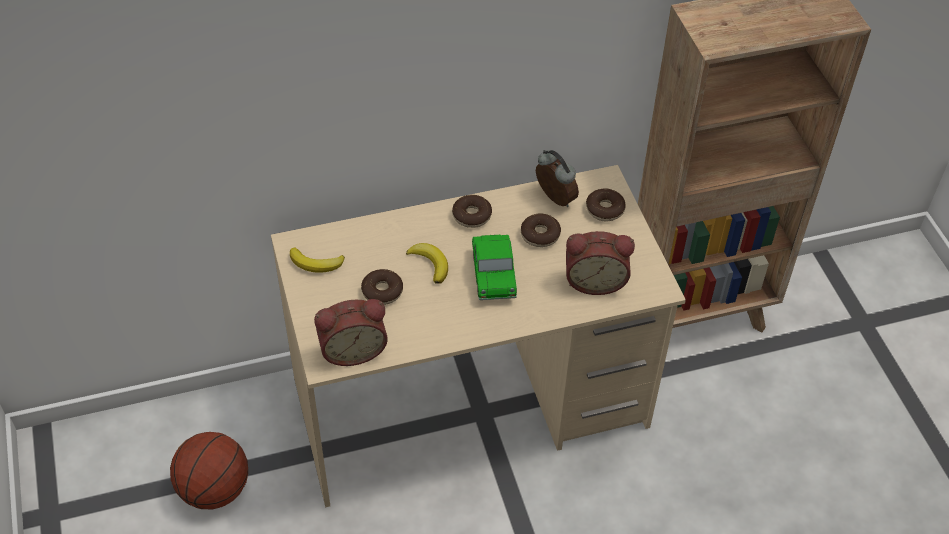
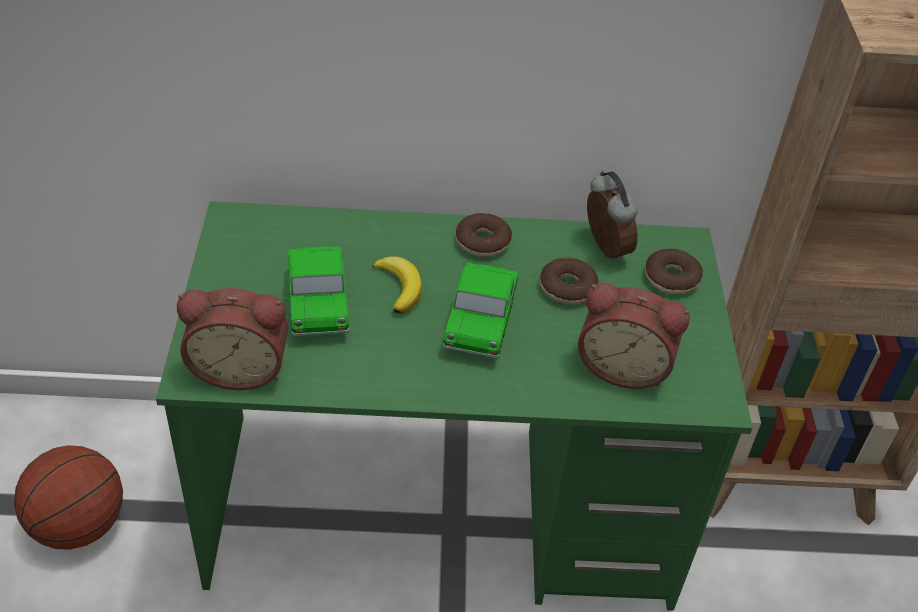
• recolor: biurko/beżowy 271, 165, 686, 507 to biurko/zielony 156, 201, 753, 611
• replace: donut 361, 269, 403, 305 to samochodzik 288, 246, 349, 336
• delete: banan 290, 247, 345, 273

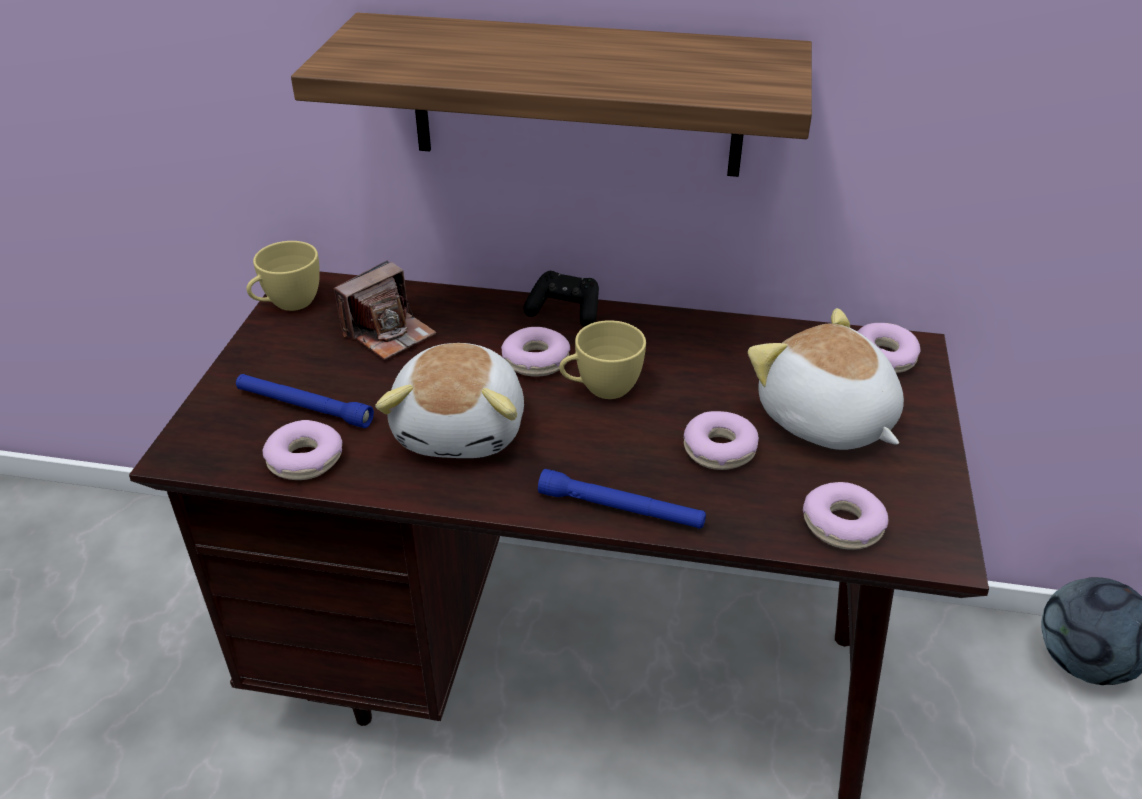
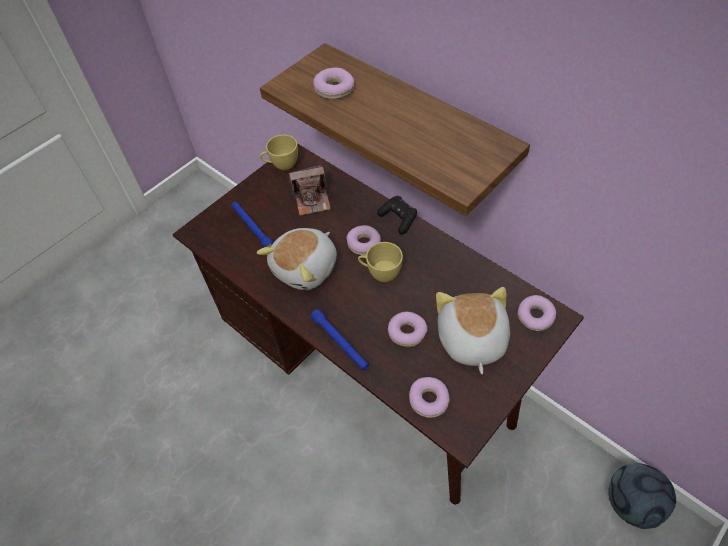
• move: donut 263, 420, 342, 480 to 313, 68, 355, 100

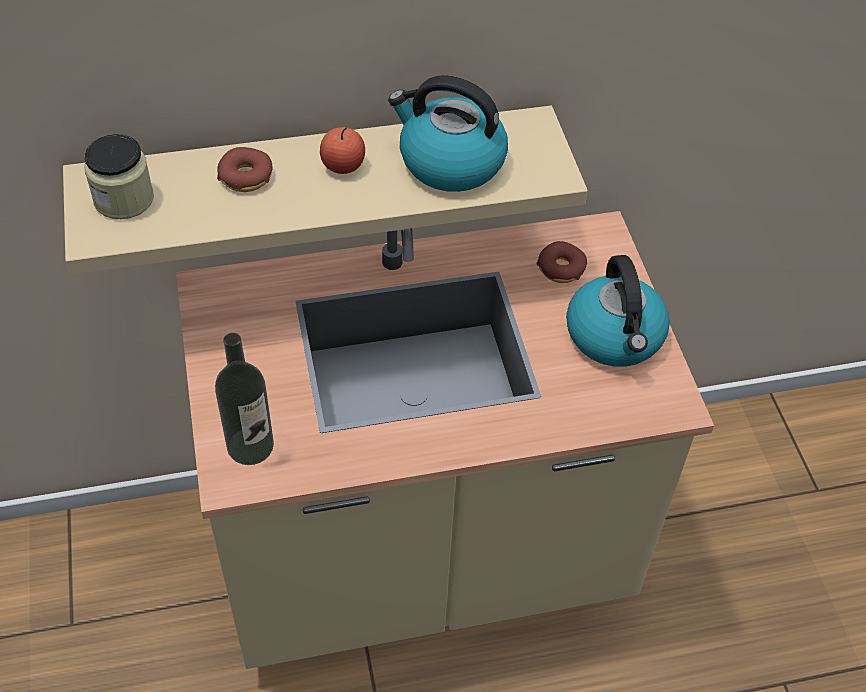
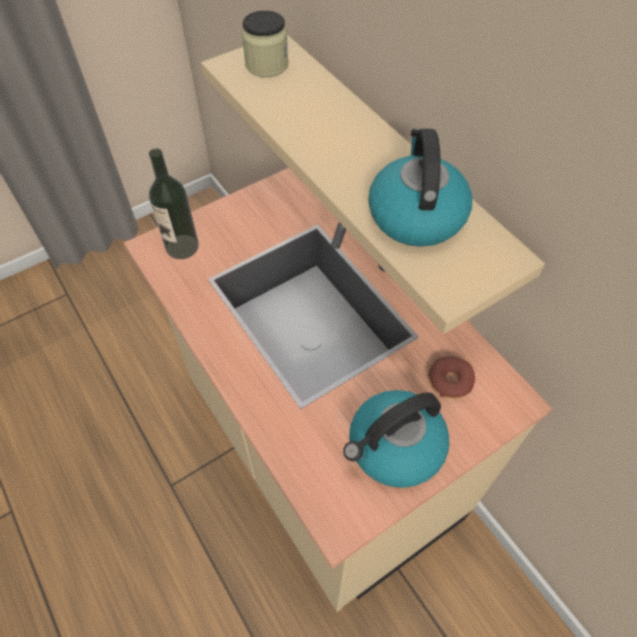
• delete: donut 217, 147, 273, 192
• delete: jabłko 320, 127, 365, 174

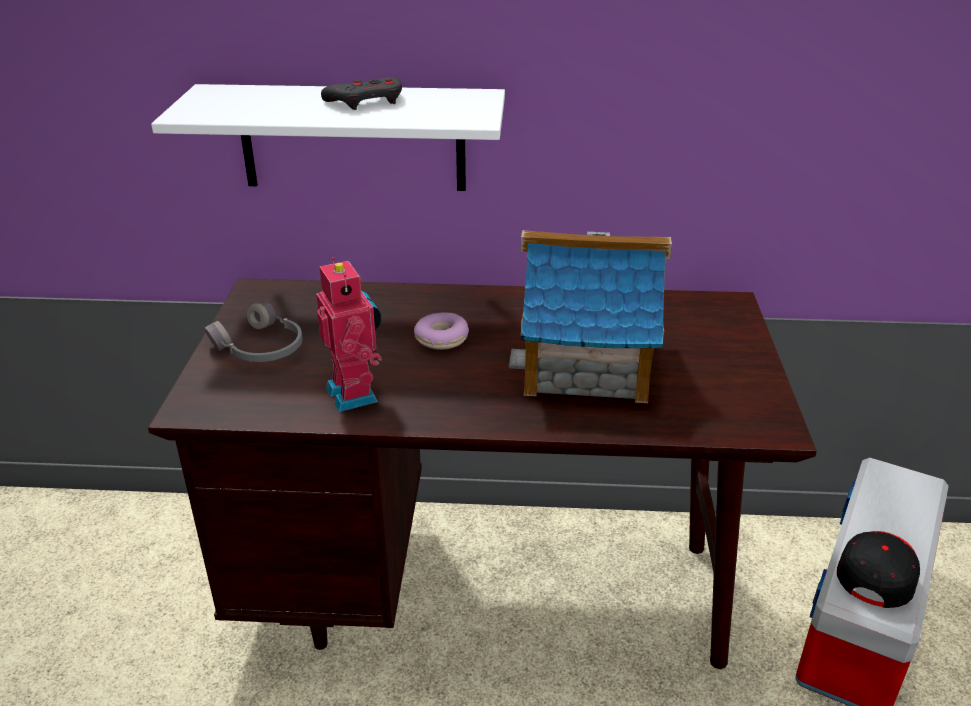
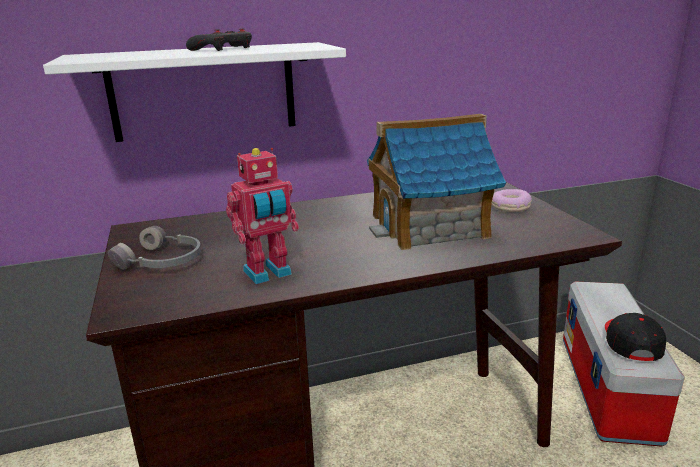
• rotate: robot zabawkowy 316, 257, 381, 412 = 226, 148, 299, 284 105 degrees clockwise
• move: donut 414, 312, 469, 350 to 491, 189, 532, 212

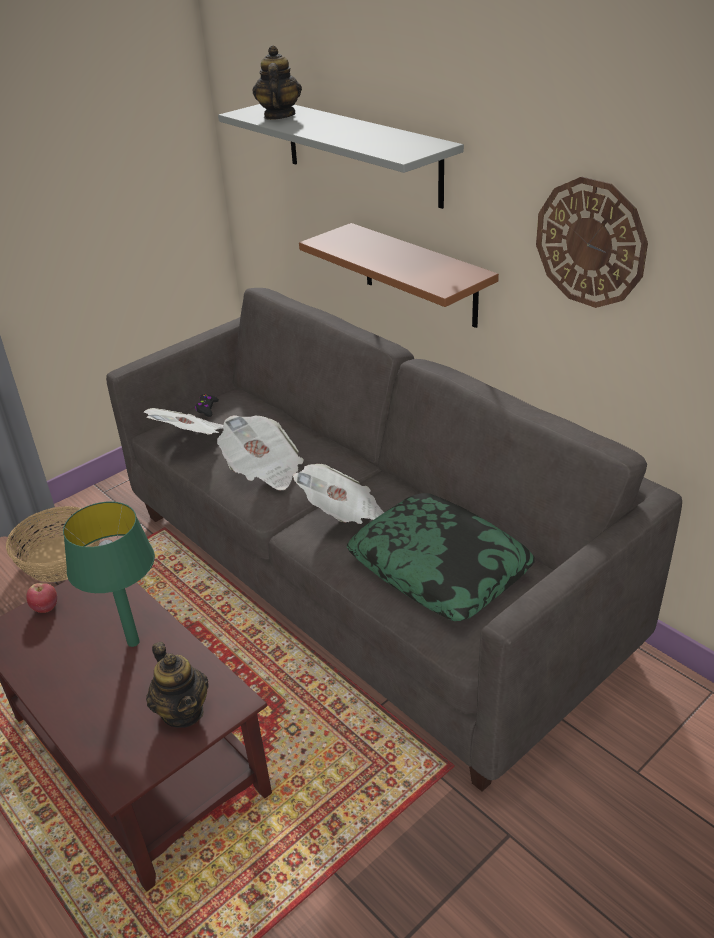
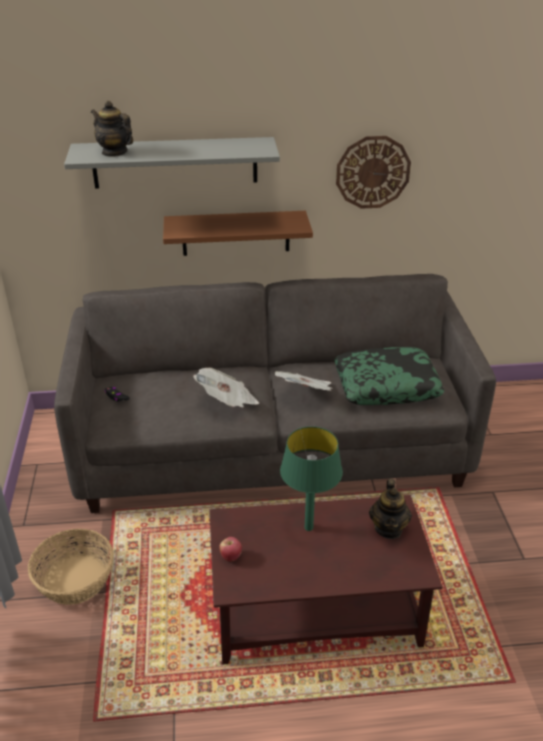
• rotate: imbryk 146, 642, 209, 728 = 369, 479, 412, 539 90 degrees clockwise
• delete: gazeta 144, 408, 223, 435

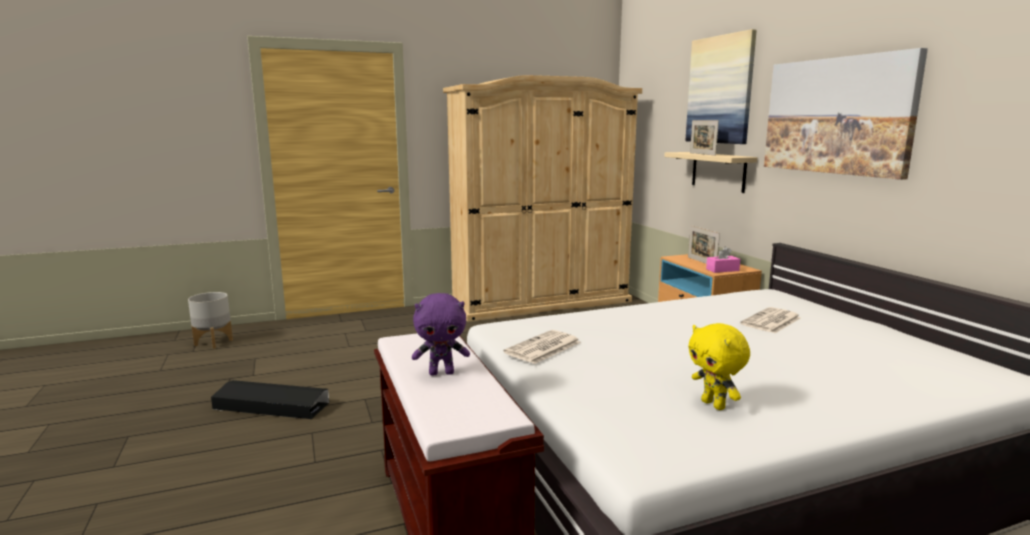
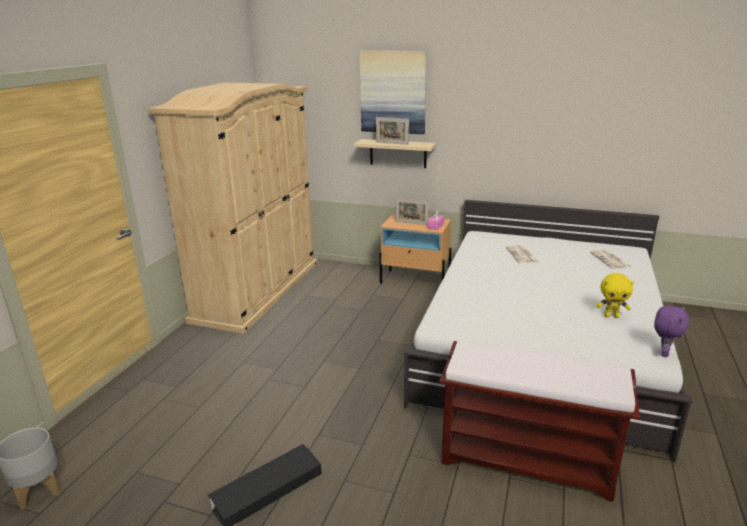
• move: gazeta 503, 330, 581, 364 to 590, 250, 632, 269
• move: pluszak/fioletowy 412, 293, 470, 376 to 654, 305, 689, 357
• delete: obraz 764, 48, 928, 180

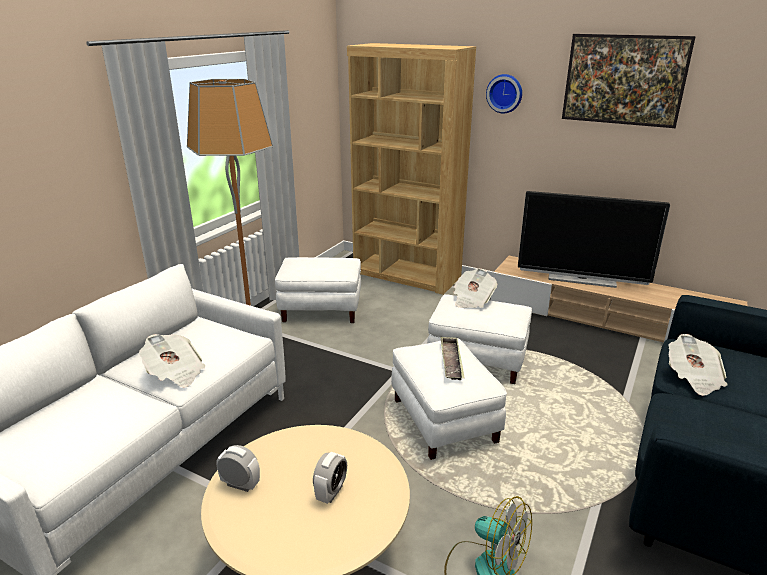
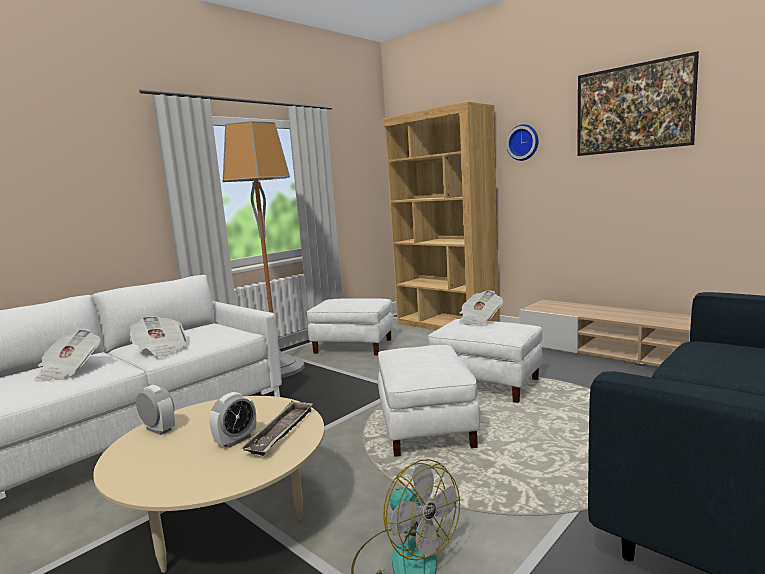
• move: gazeta 668, 334, 727, 396 to 35, 329, 100, 382
• move: taca 440, 337, 464, 380 to 241, 401, 313, 456
• delete: telewizor 518, 191, 670, 288

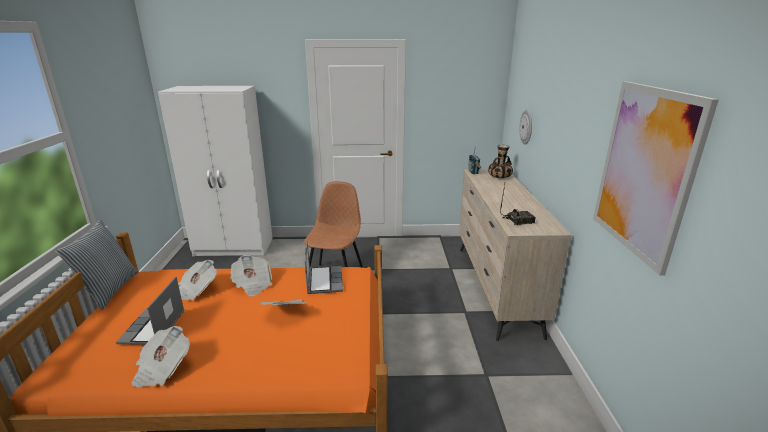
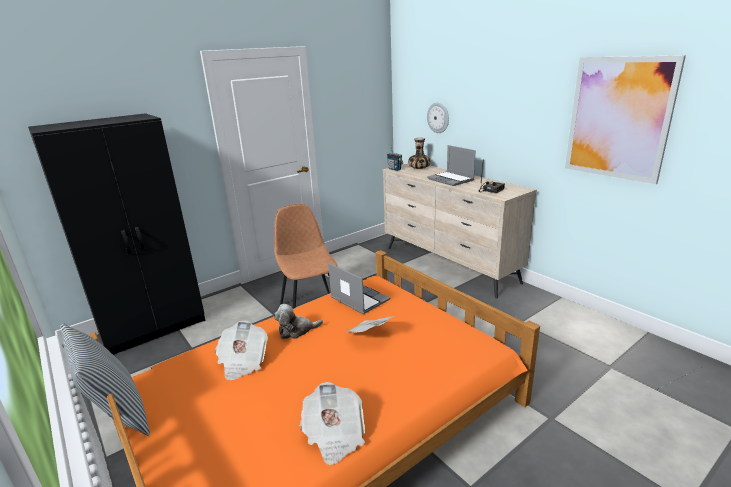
• recolor: szafa/biały 158, 86, 273, 256 to szafa/czarny 28, 113, 206, 355
• replace: gazeta 230, 255, 272, 297 to pluszak 274, 304, 323, 339
• move: laptop 116, 277, 184, 345 to 427, 145, 476, 186

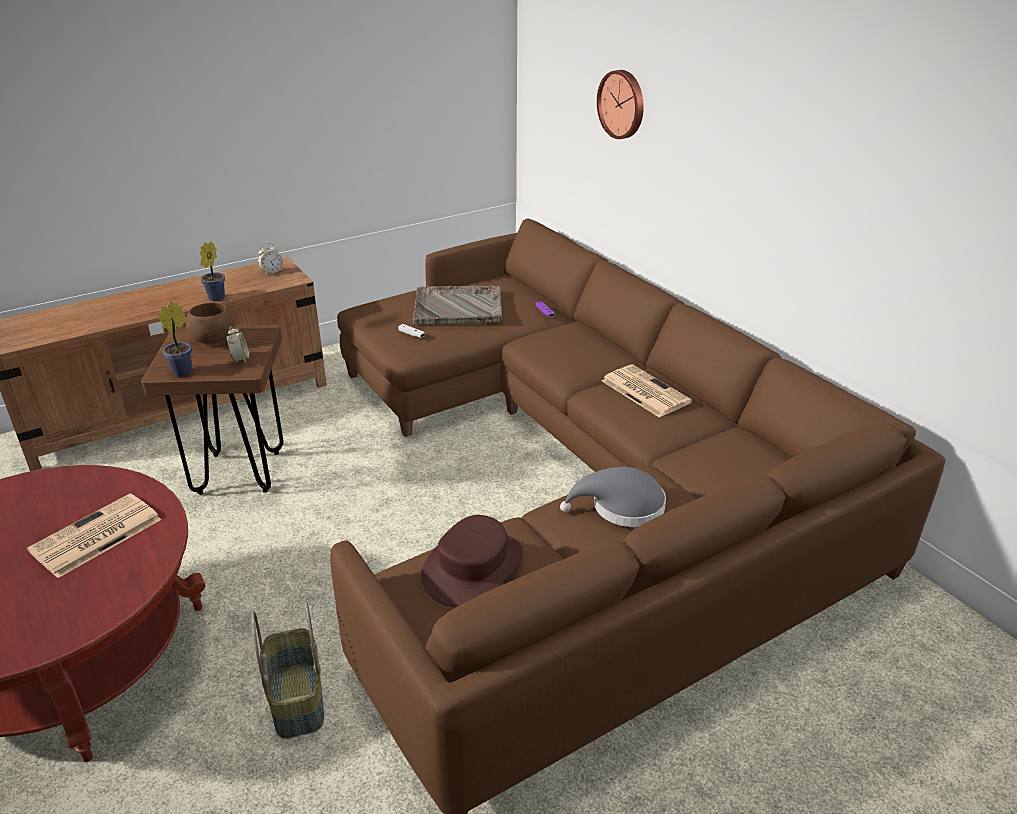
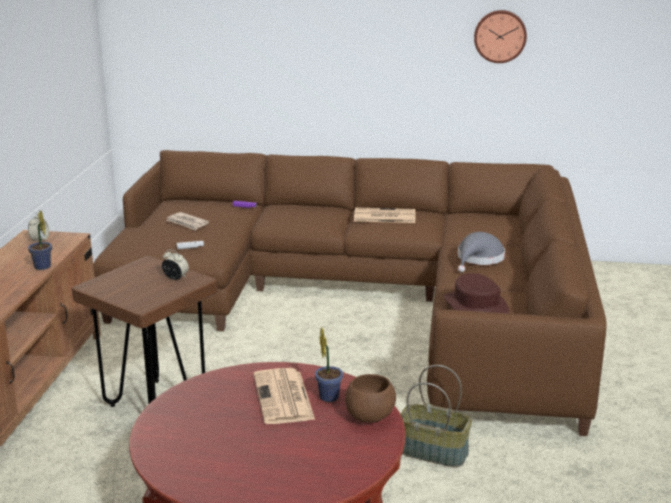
• replace: taca/szary 412, 286, 502, 324 to gazeta 166, 212, 209, 231
• move: roślina doniczkowa 158, 301, 192, 377 to 315, 327, 343, 402
• move: miska/brązowy 186, 302, 234, 344 to 345, 374, 396, 423
• move: zegar ścienny 597, 70, 644, 139 to 474, 10, 527, 63

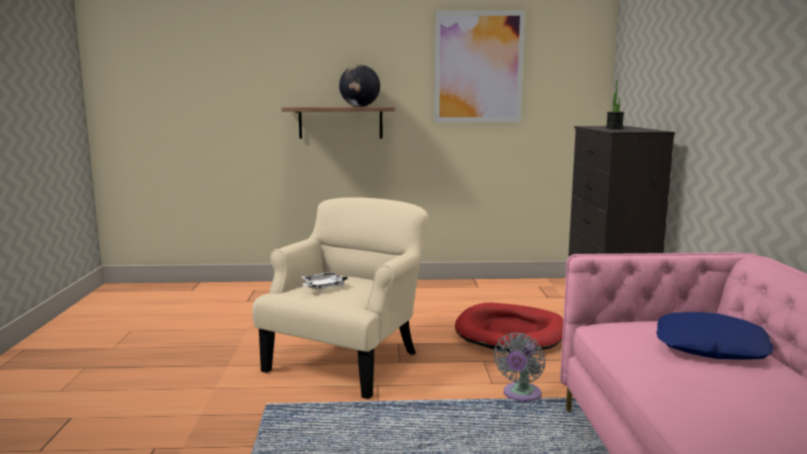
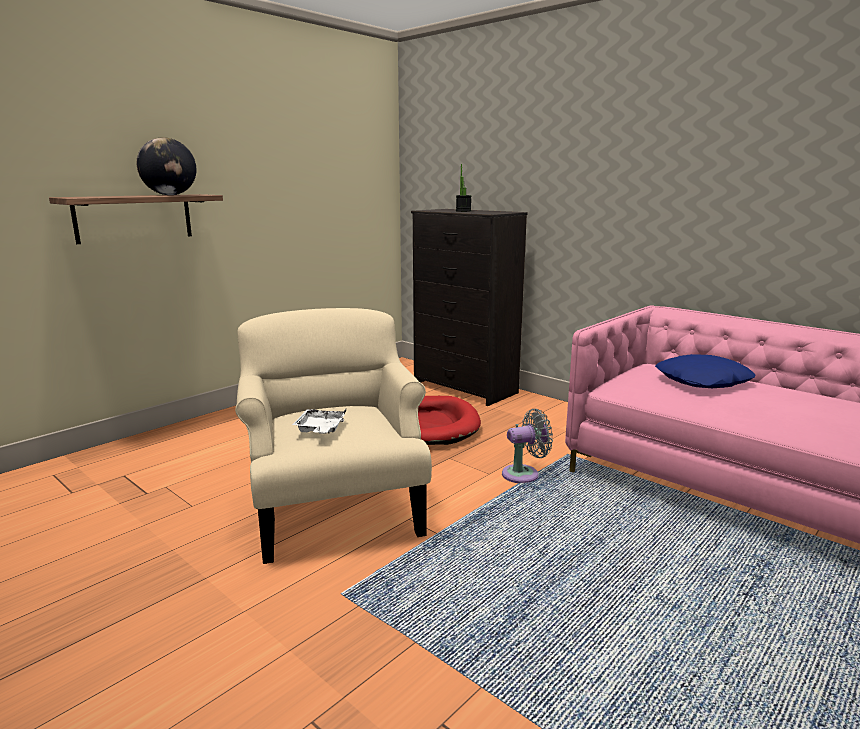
• rotate: wentylator/szary 494, 333, 545, 401 = 502, 409, 553, 483 90 degrees counterclockwise
• delete: obraz 434, 10, 525, 122

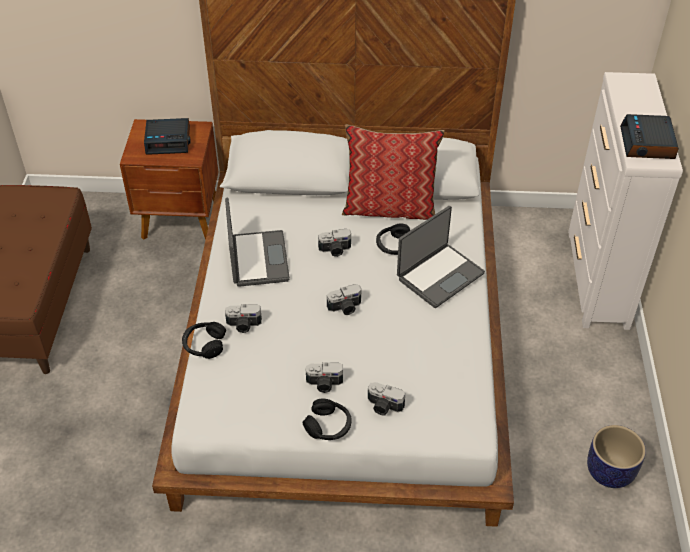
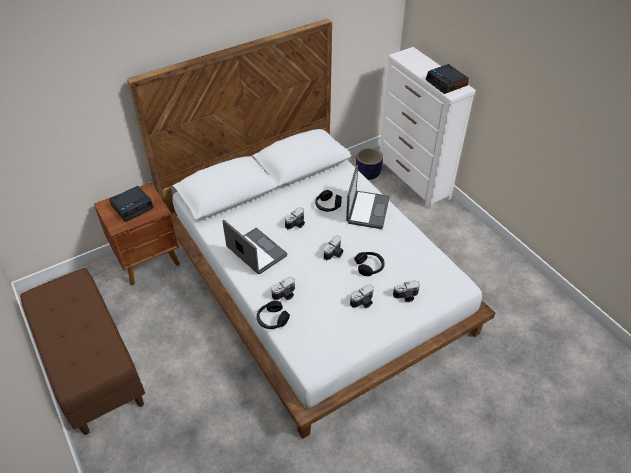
• move: słuchawki/czarny 302, 398, 351, 440 to 354, 252, 385, 276
• move: donica 587, 425, 646, 488 to 356, 148, 383, 180
• delete: poduszka 342, 124, 445, 220

